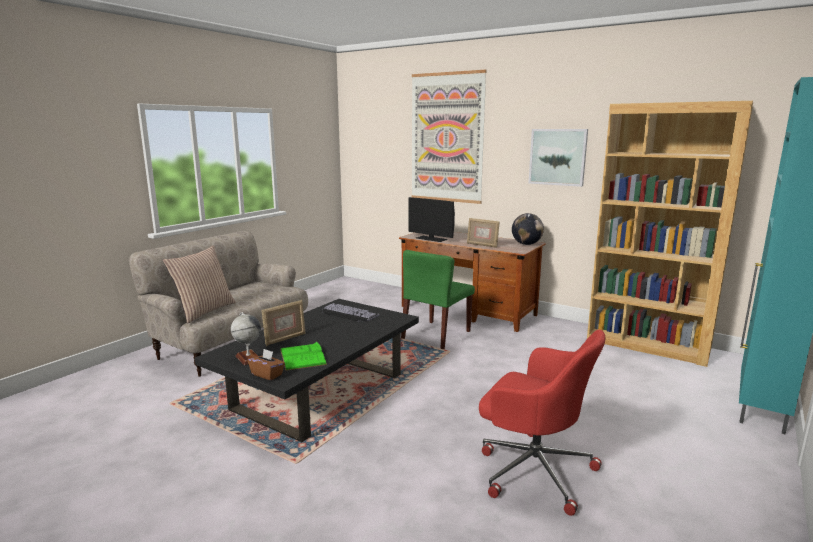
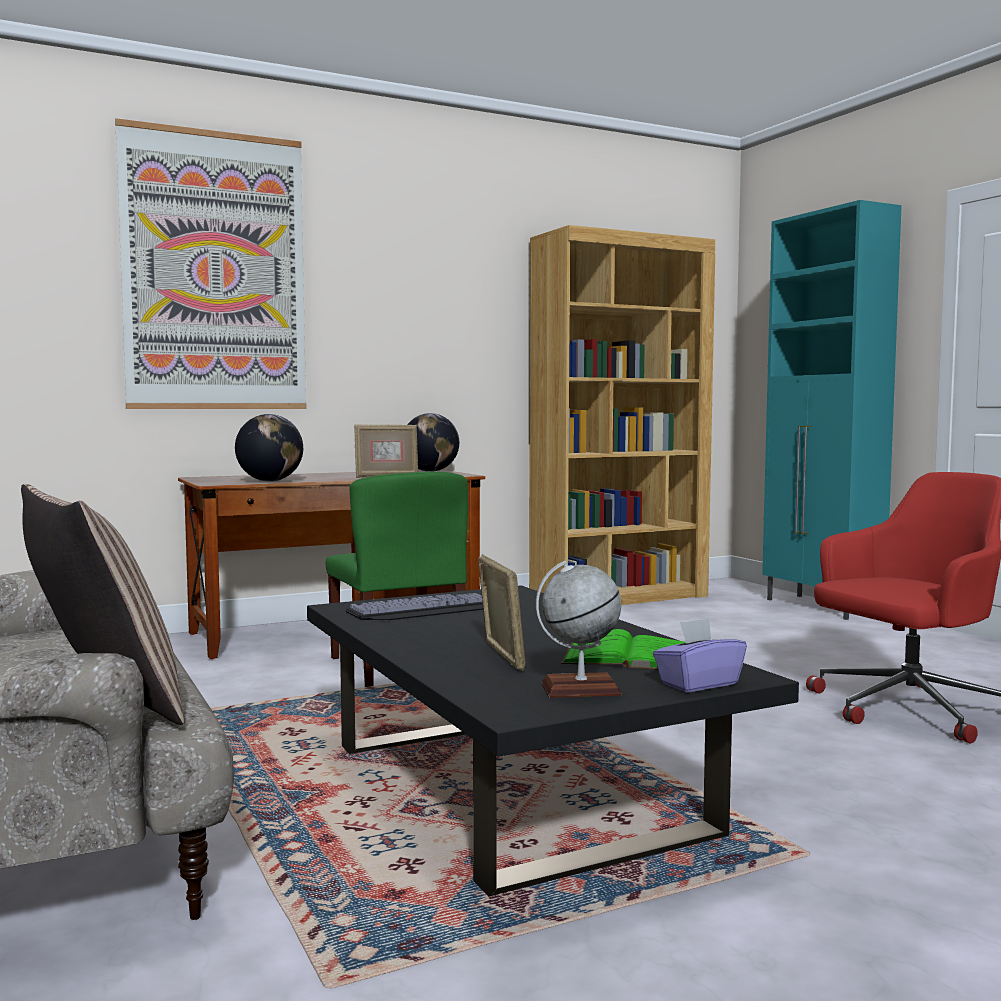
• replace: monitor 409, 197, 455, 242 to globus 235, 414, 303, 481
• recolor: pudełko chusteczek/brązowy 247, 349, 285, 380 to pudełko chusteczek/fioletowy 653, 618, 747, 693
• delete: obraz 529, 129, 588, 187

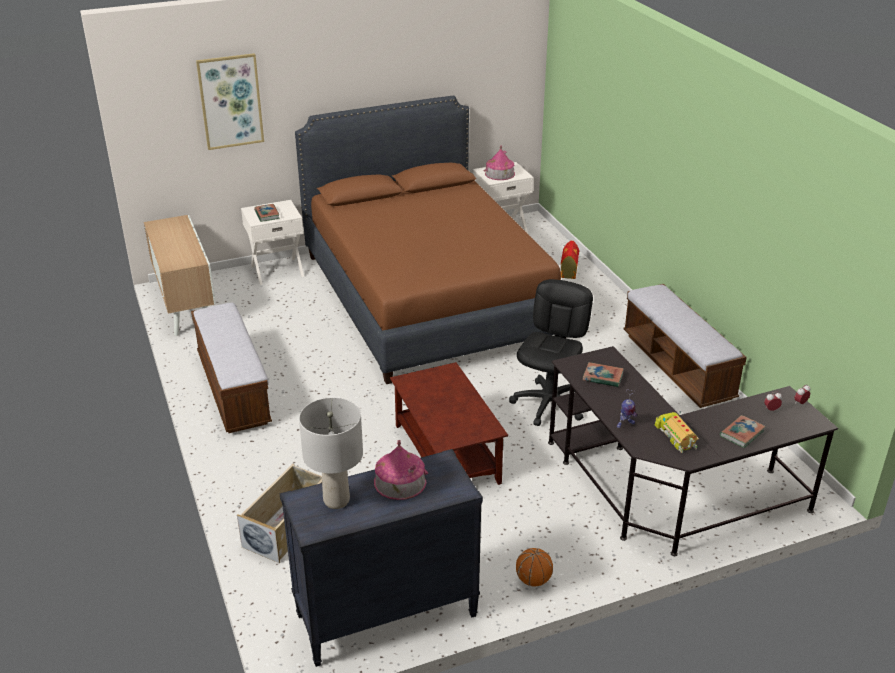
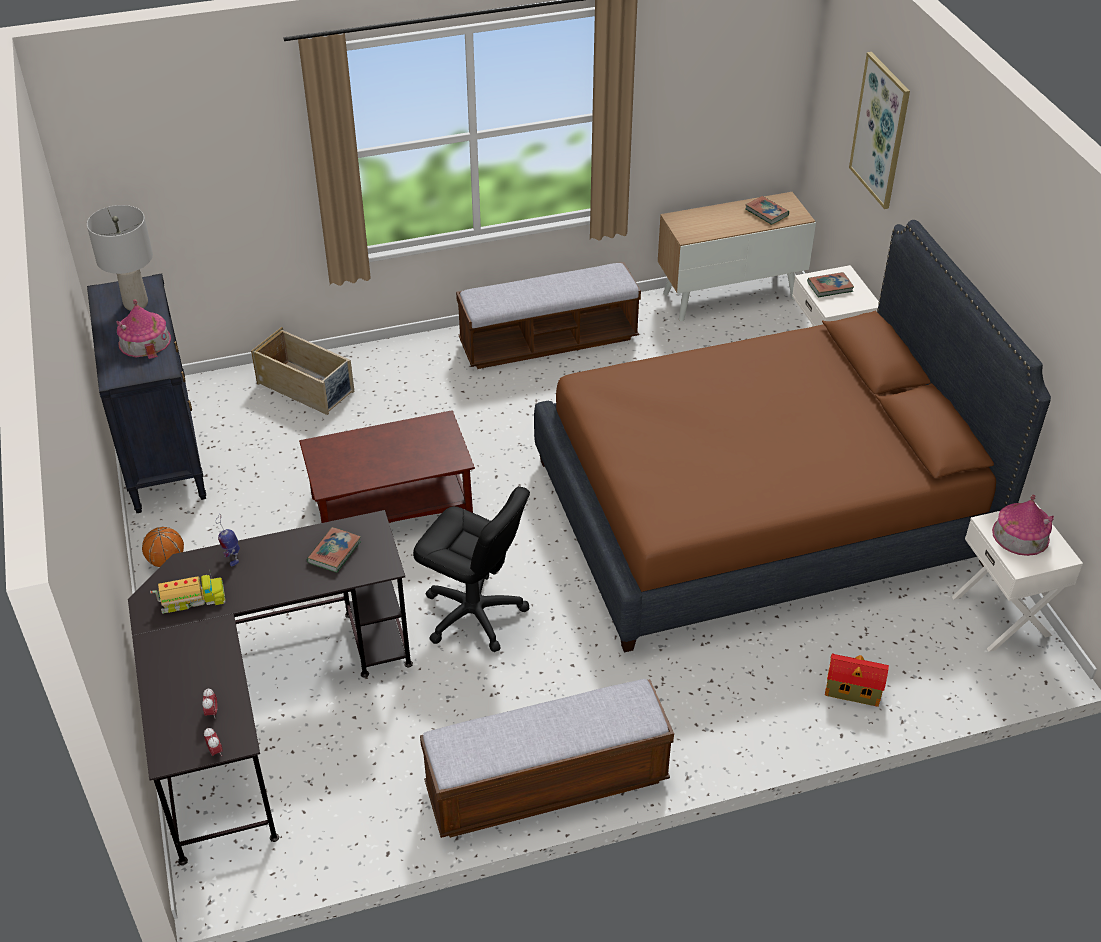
• move: książka 720, 415, 766, 448 to 745, 196, 789, 225

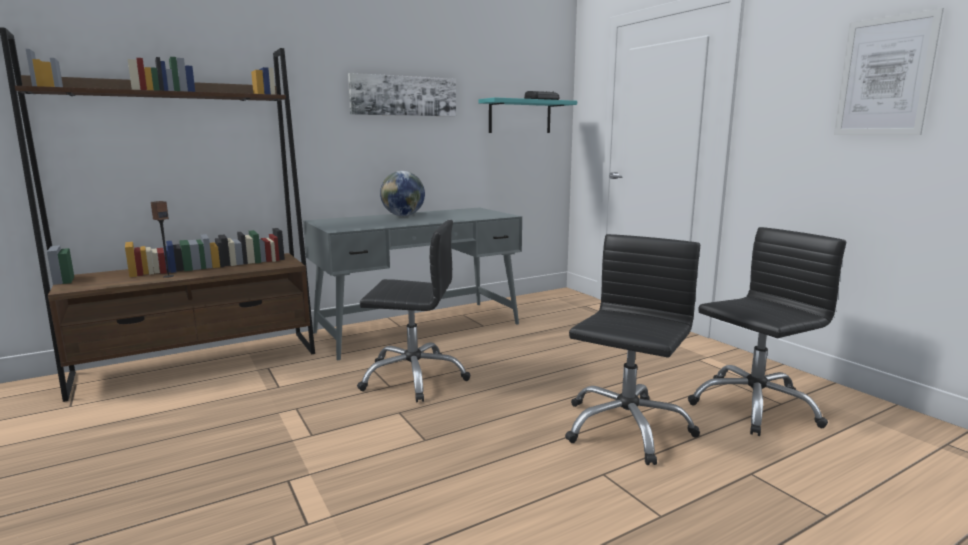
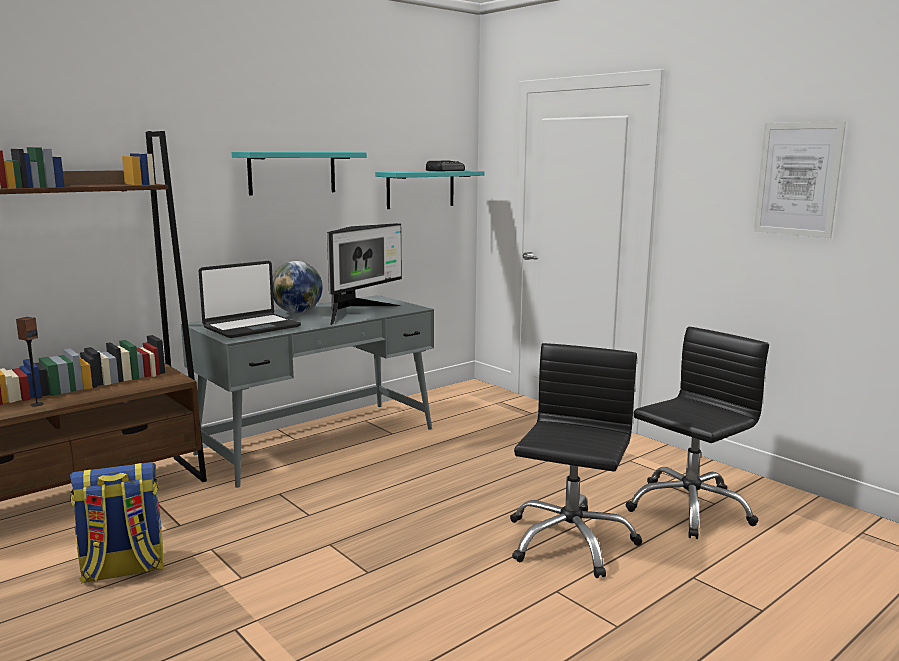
• insert: plecak 70, 462, 164, 583
• insert: laptop 199, 261, 301, 338
• replace: obraz 348, 73, 456, 116 to półka/turkusowy 232, 152, 367, 195
• insert: monitor 327, 223, 402, 325
• delete: krzesło biurowe/czarny 357, 220, 471, 402

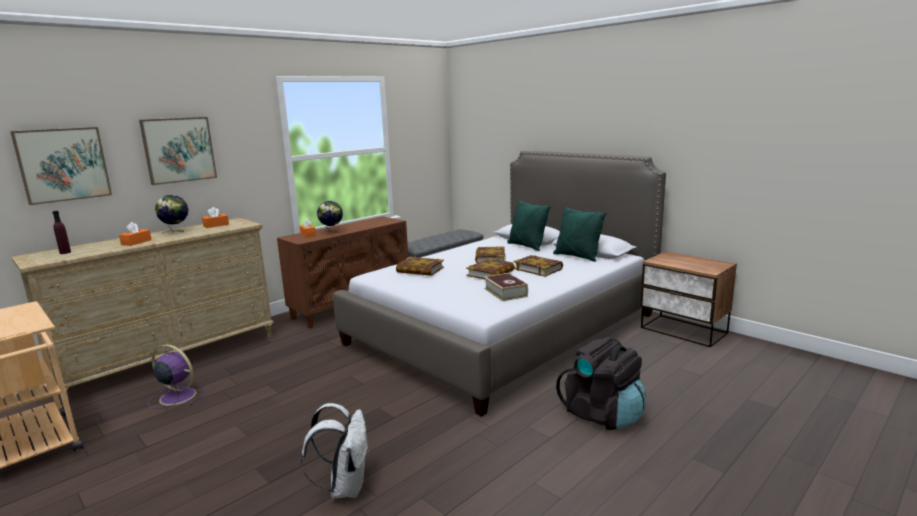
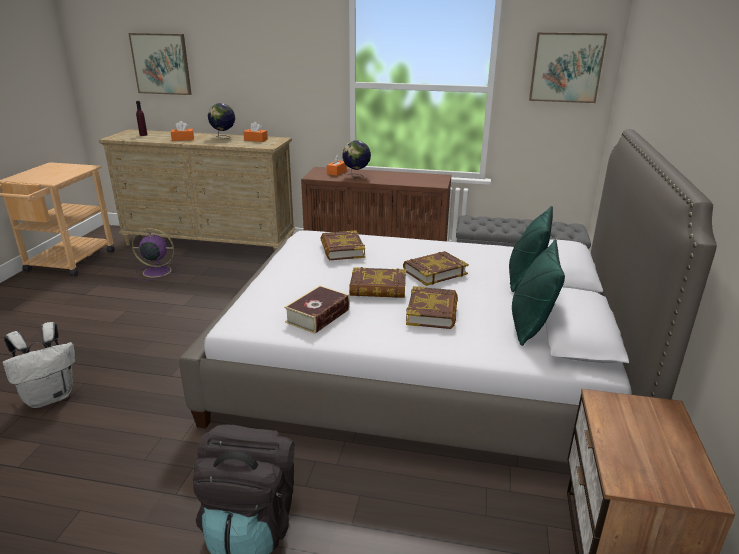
• rotate: wentylator/fioletowy 148, 344, 205, 409 = 132, 228, 178, 281 75 degrees counterclockwise
• move: obraz 139, 117, 217, 185 to 529, 32, 607, 103

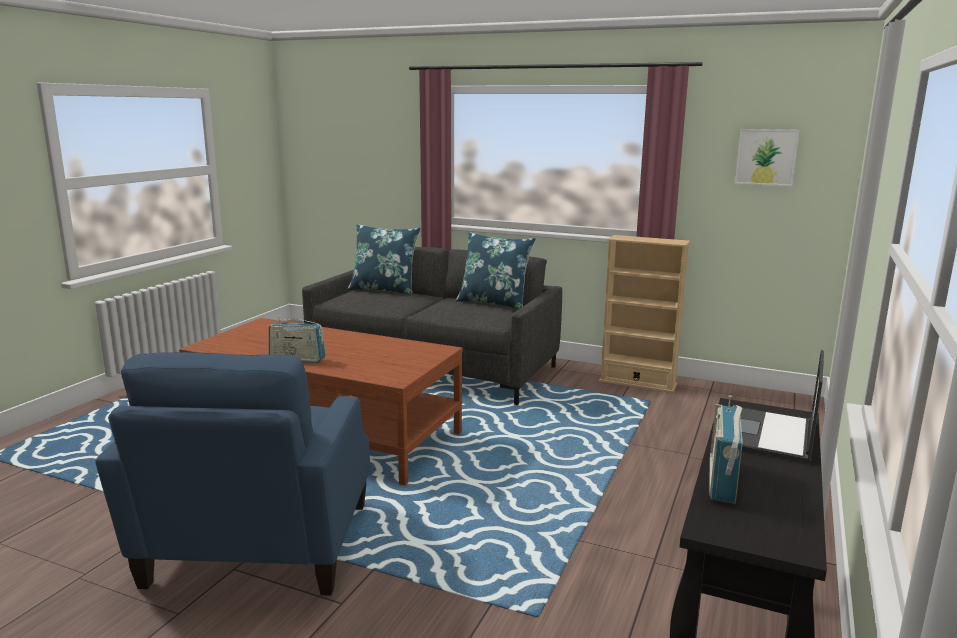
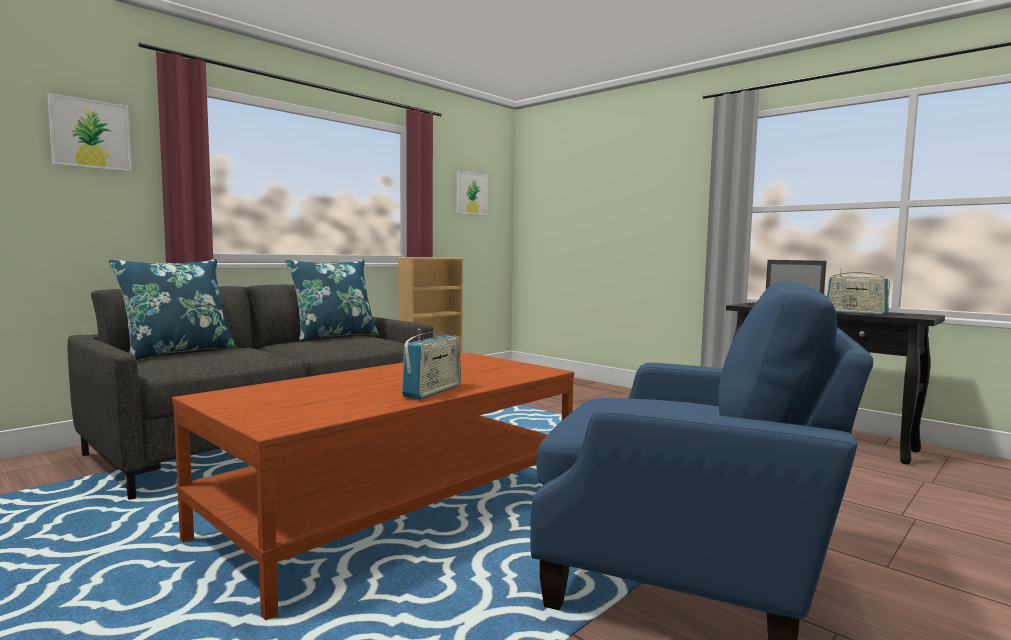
• insert: obraz 47, 93, 132, 172

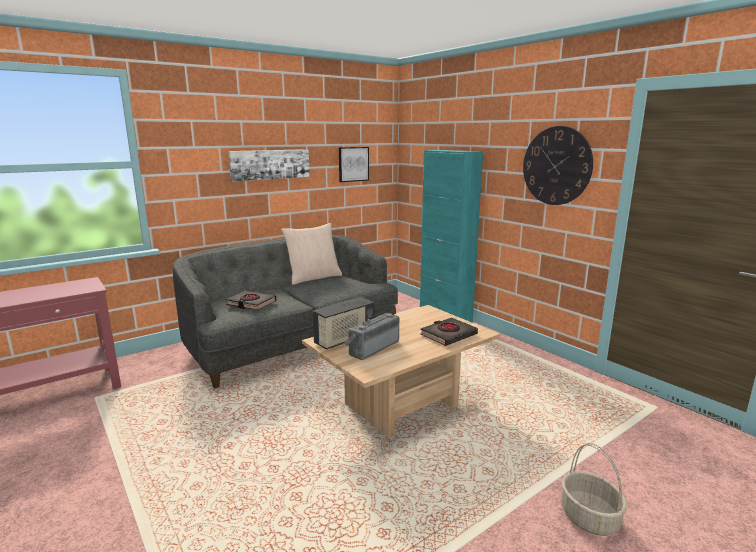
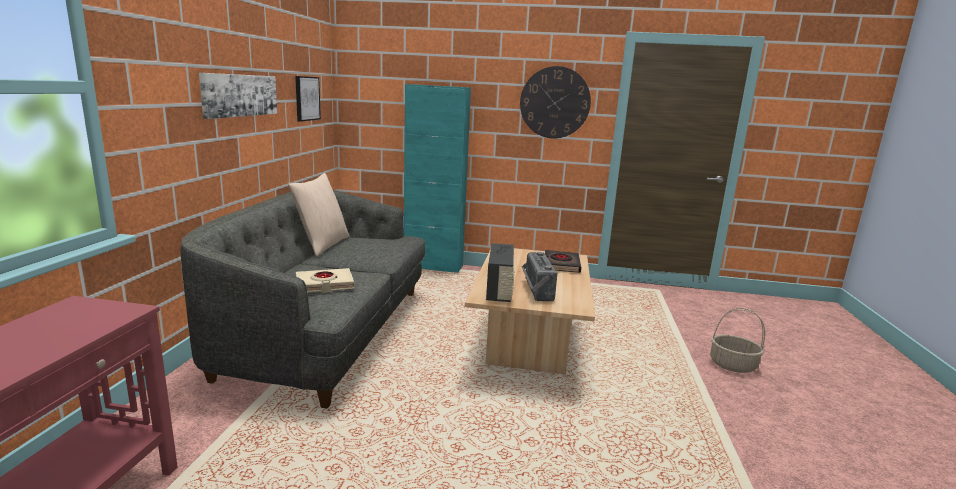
• recolor: książka/czarny 226, 291, 276, 310 to książka/beżowy 296, 268, 354, 293

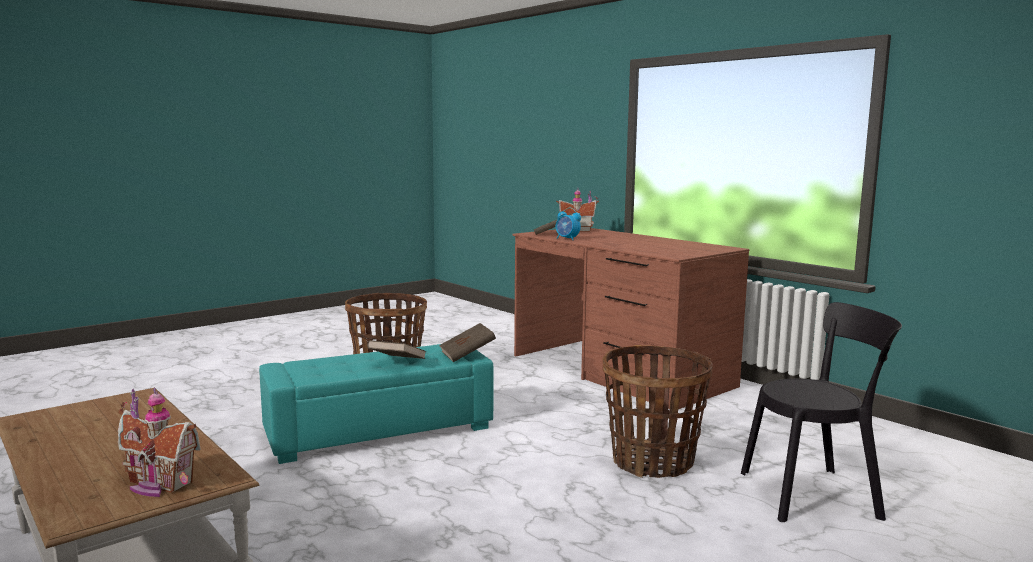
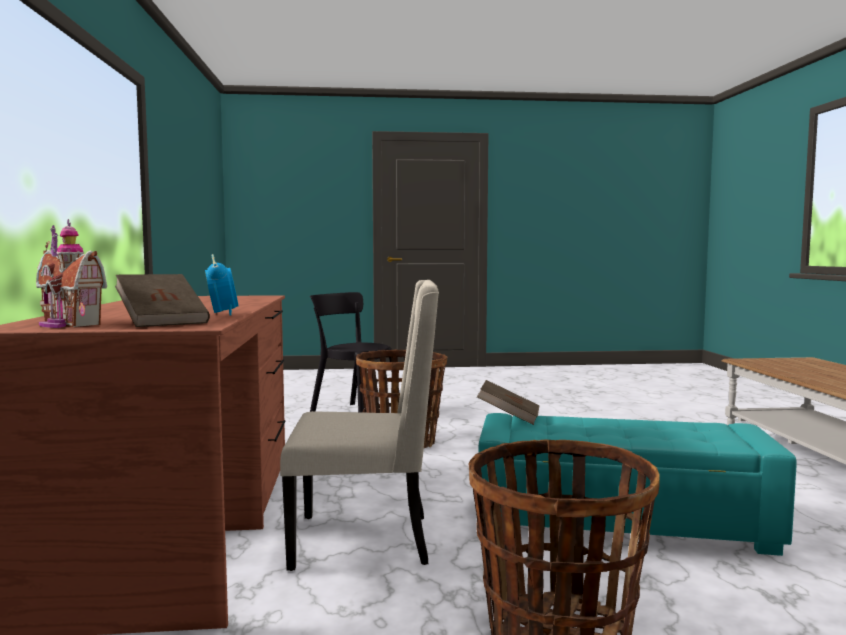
• insert: krzesło/beżowy 280, 280, 439, 571
• delete: domek 118, 387, 201, 497
• delete: książka/brązowy 367, 340, 426, 359

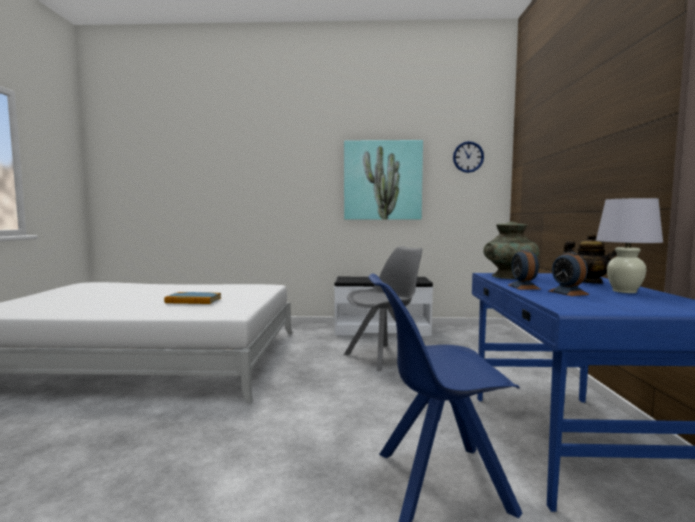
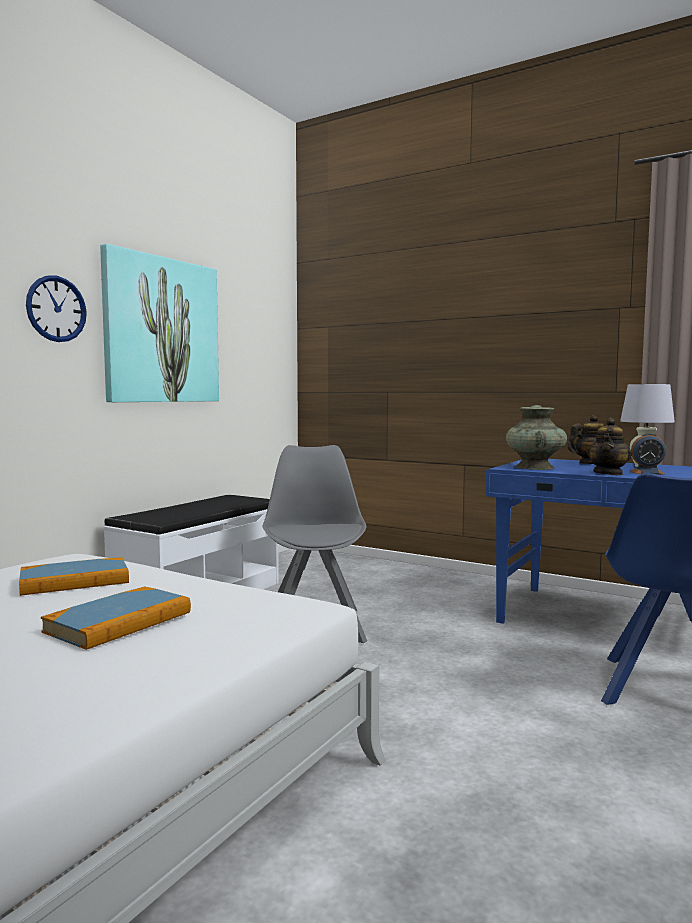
• insert: książka 19, 557, 129, 596
• move: zegar ścienny 453, 141, 484, 173 to 26, 276, 87, 342
• replace: budzik 509, 249, 541, 290 to imbryk 587, 418, 632, 475

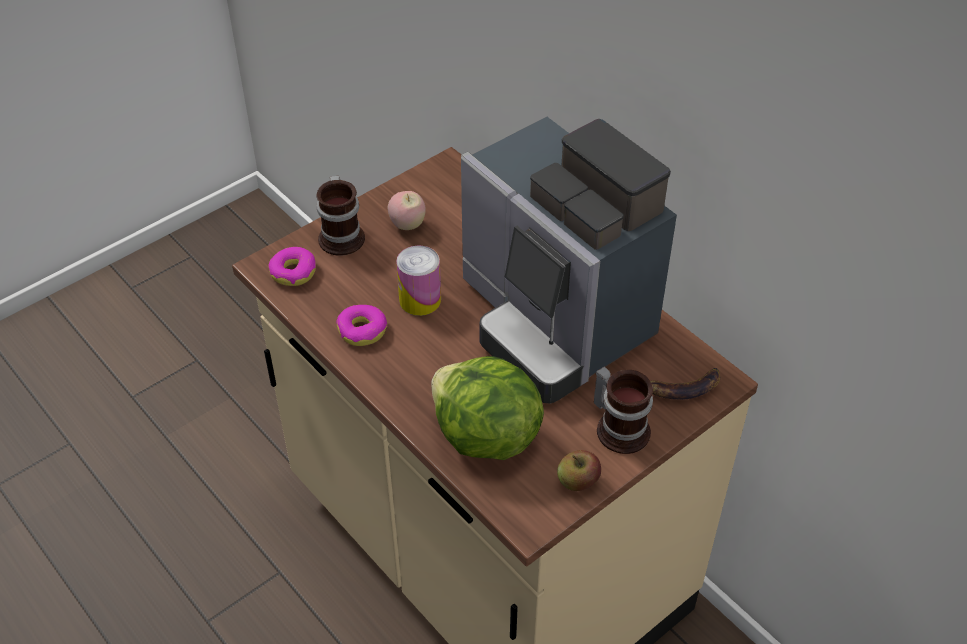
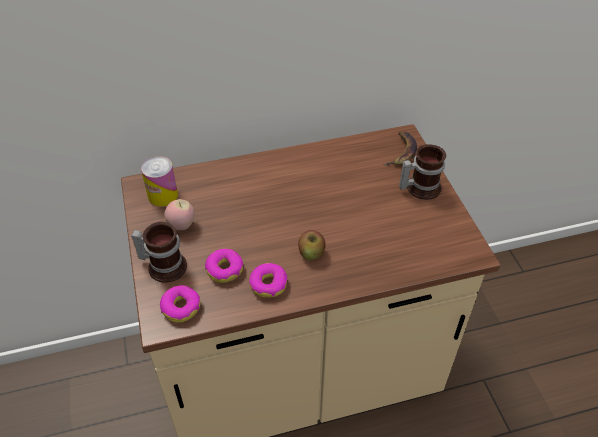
• move: puszka 396, 245, 441, 316 to 141, 156, 178, 207
• insert: donut 205, 249, 243, 283
• move: jabłko 557, 450, 601, 491 to 298, 230, 325, 260
• delete: sałata 431, 356, 544, 460
• delete: ekspres do kawy 461, 117, 677, 404

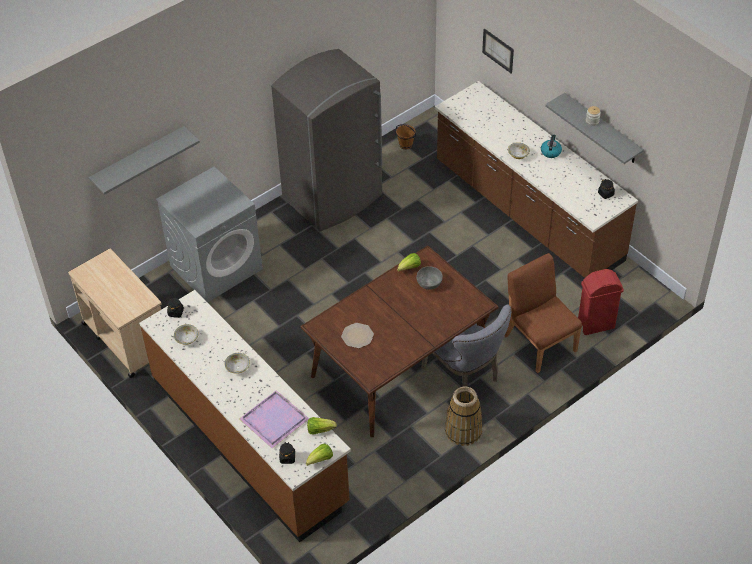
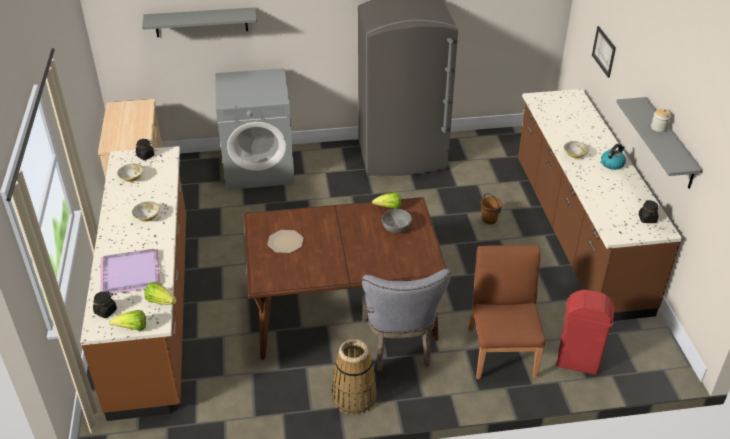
• move: wiadro/brązowy 395, 124, 416, 150 to 481, 193, 503, 225

